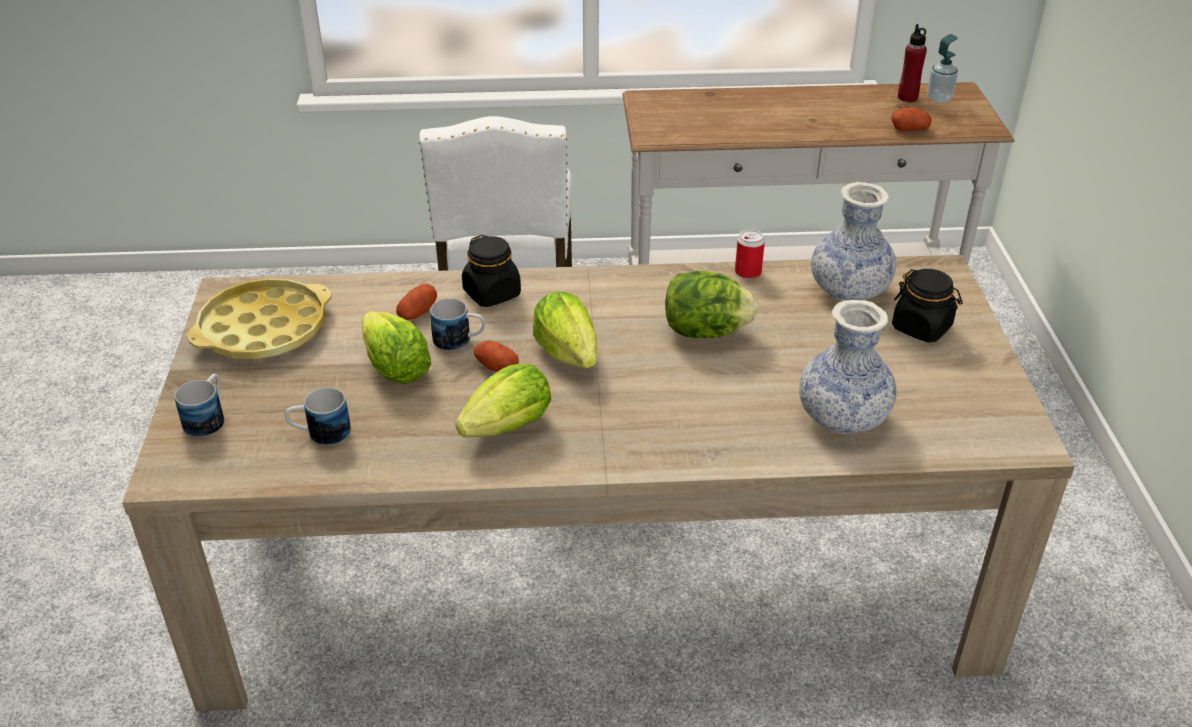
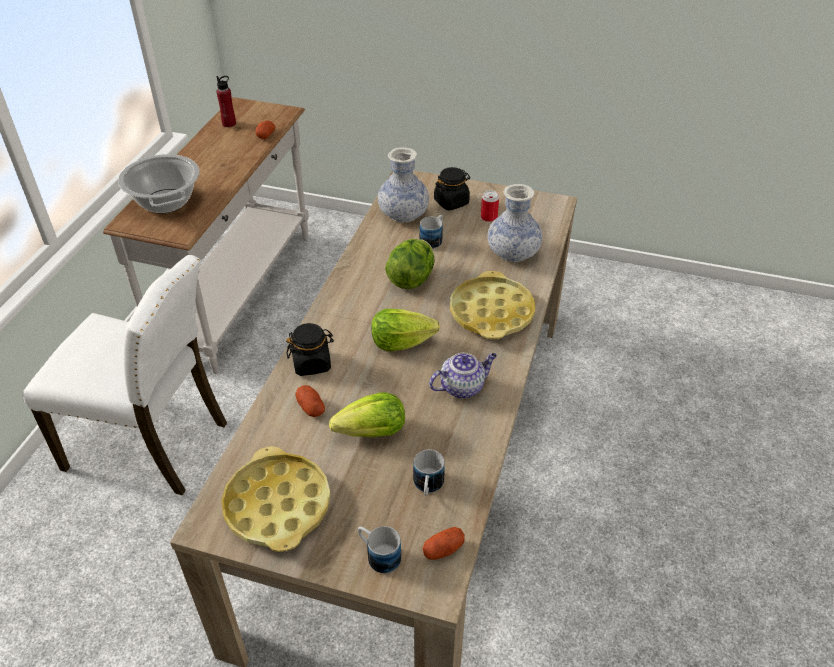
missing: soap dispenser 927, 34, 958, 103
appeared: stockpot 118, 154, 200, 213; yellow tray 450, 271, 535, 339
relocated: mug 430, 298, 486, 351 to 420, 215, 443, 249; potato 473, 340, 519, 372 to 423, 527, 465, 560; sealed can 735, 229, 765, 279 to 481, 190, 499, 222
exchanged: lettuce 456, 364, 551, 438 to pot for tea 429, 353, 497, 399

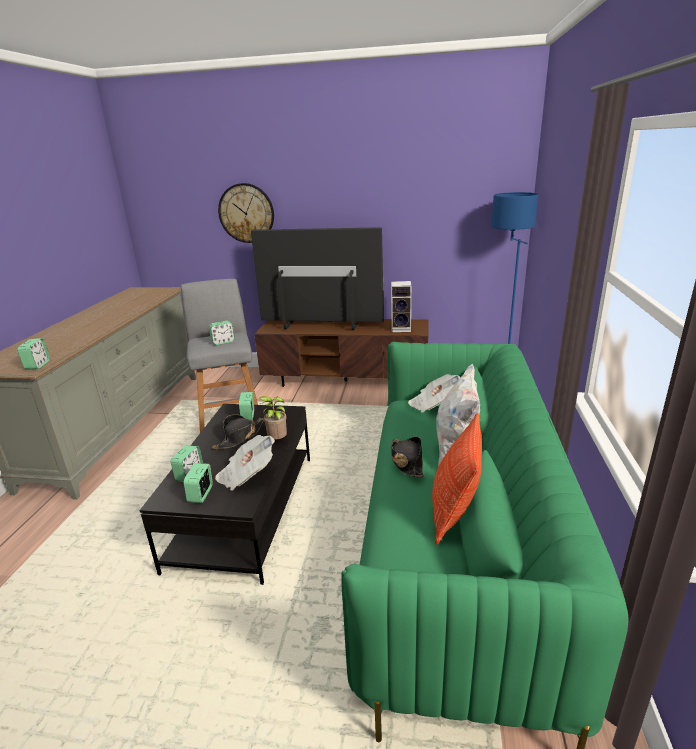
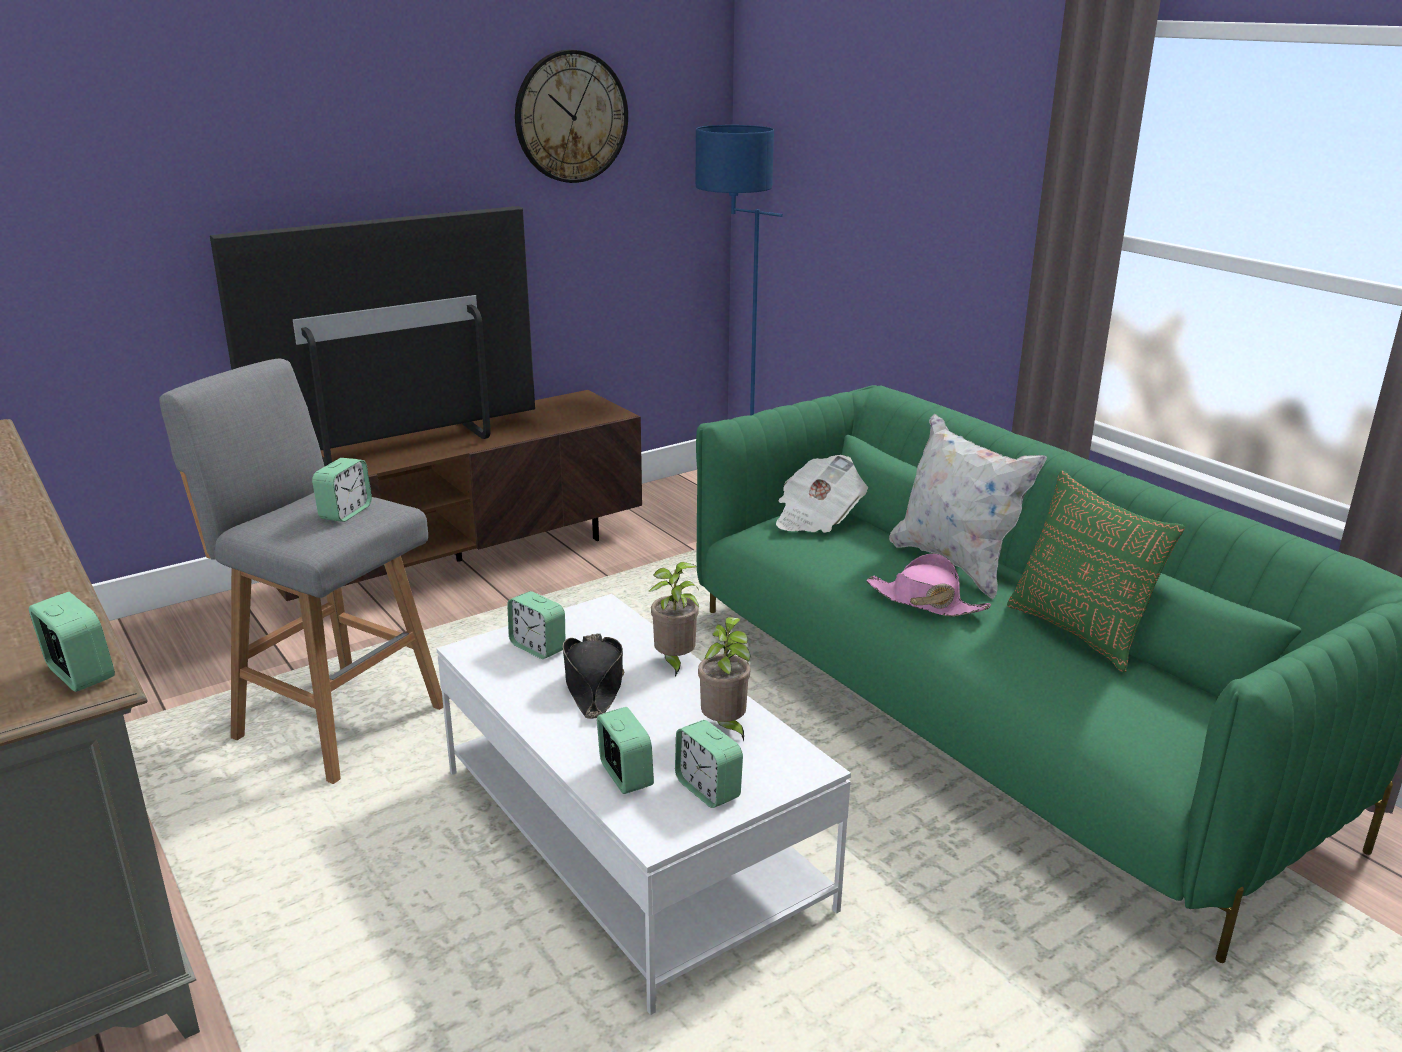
missing: loudspeaker 391, 281, 411, 332
relocated: clock on the wall 218, 183, 274, 243 to 515, 50, 628, 183
exchanged: daily paper 215, 435, 275, 490 to potted plant 698, 617, 751, 741
colour: black-coloured coffee table 139, 404, 310, 585 to white coffee table 436, 594, 851, 1015; black-coloured wearable hat 391, 437, 424, 478 to pink-coloured wearable hat 866, 553, 991, 617; orange pillow 432, 413, 482, 545 to greenish pillow 1007, 471, 1185, 672

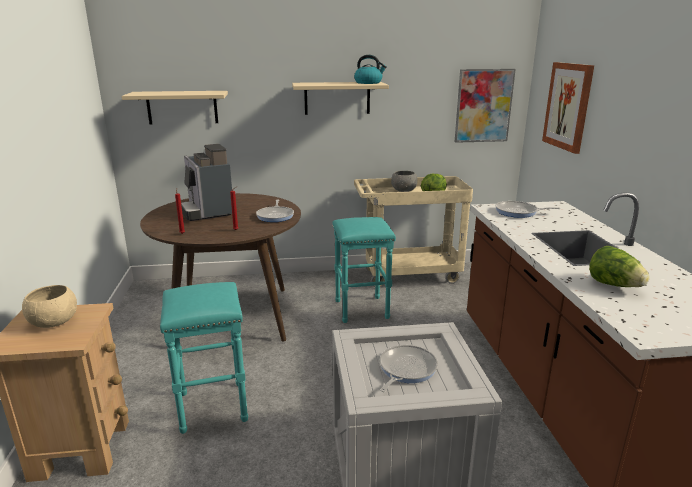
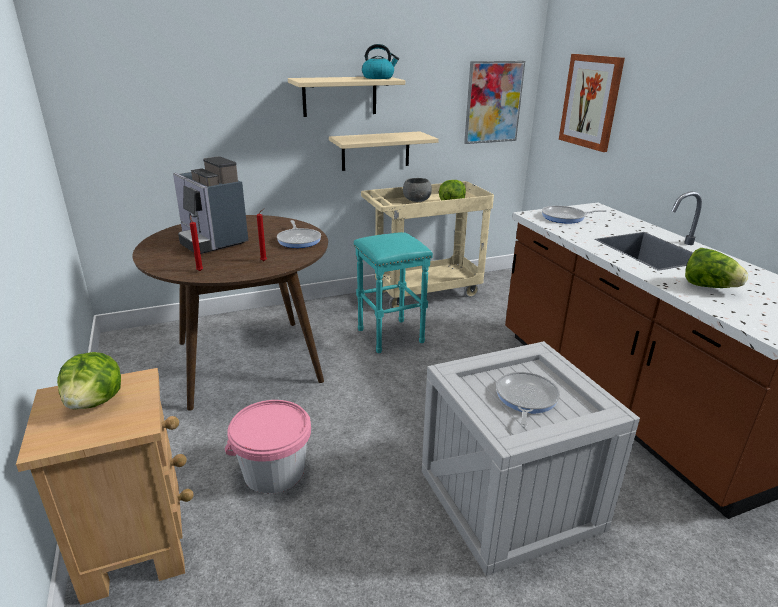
relocated: beige wall shelf 121, 91, 228, 125 to 329, 131, 439, 171
exchanged: beige serving bowl 22, 285, 77, 328 to lettuce 57, 352, 121, 410; blue-green stool 160, 282, 248, 434 to pink-coloured water bucket 225, 400, 311, 494

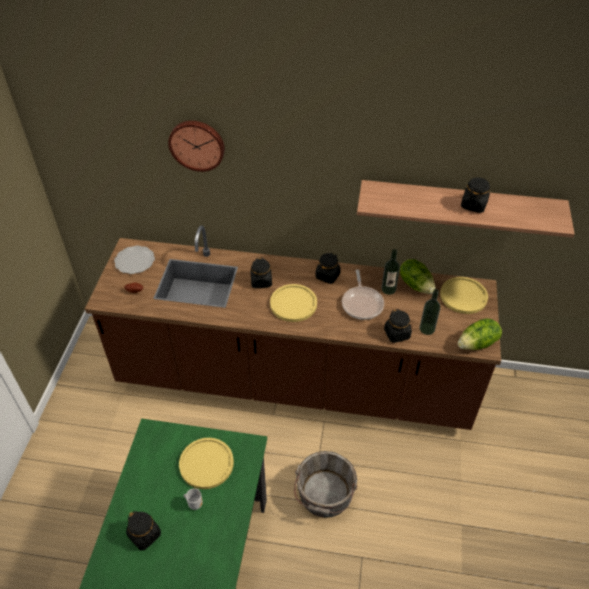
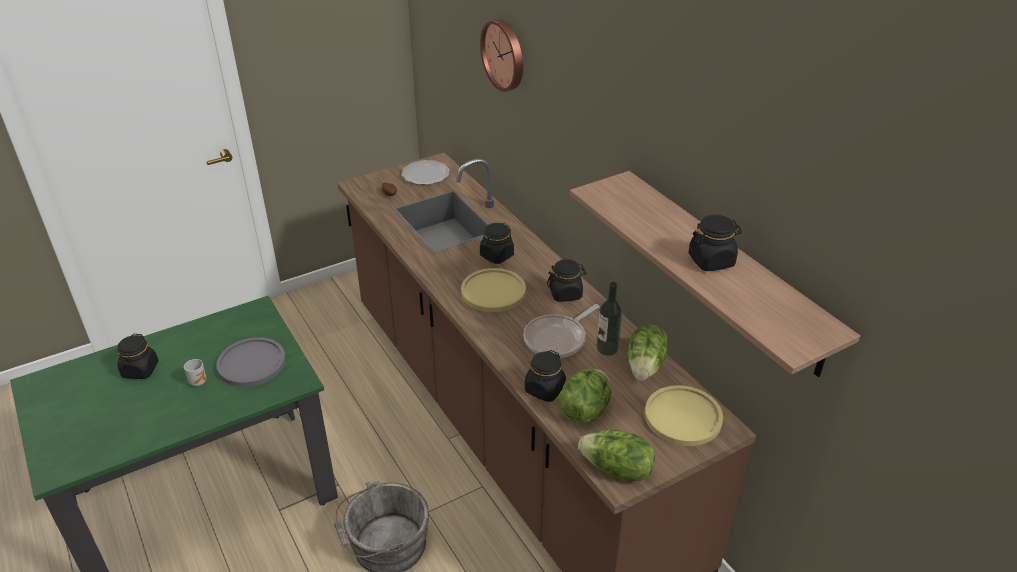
exchanged: bottle 420, 289, 440, 335 to lettuce 557, 369, 611, 424
colour: yellow flat dish 179, 438, 234, 489 to grey flat dish 216, 337, 286, 387

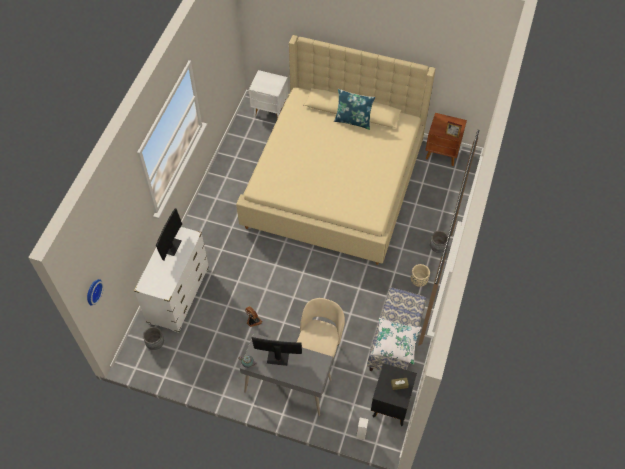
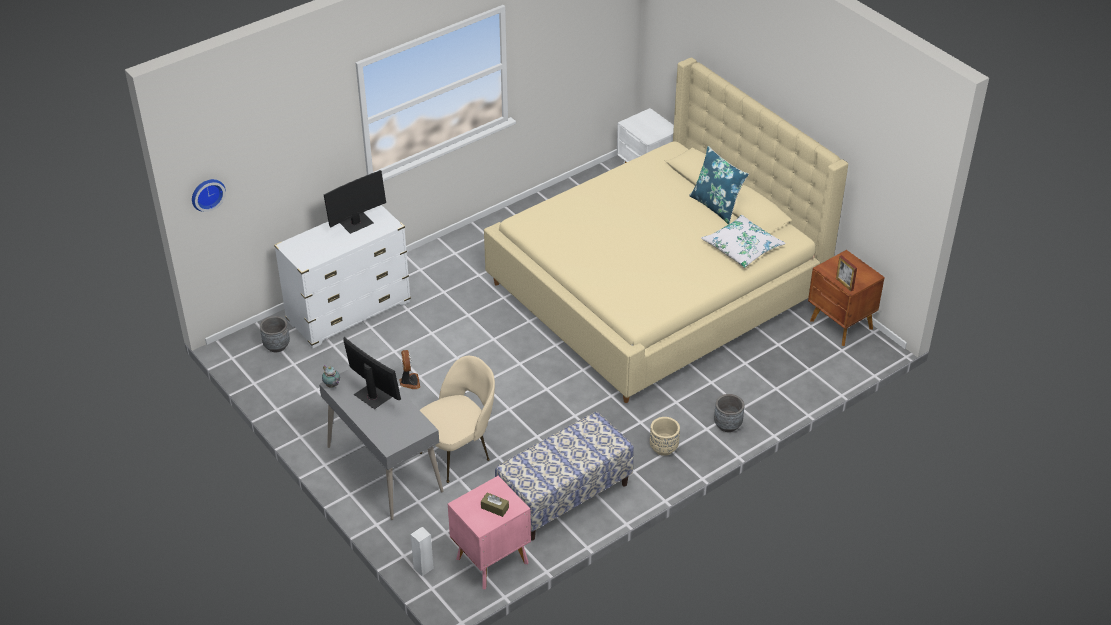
relocated: white pillow 371, 318, 422, 364 to 701, 215, 786, 268
colour: black-coloured night table 371, 363, 417, 426 to pink-coloured night table 448, 476, 531, 589

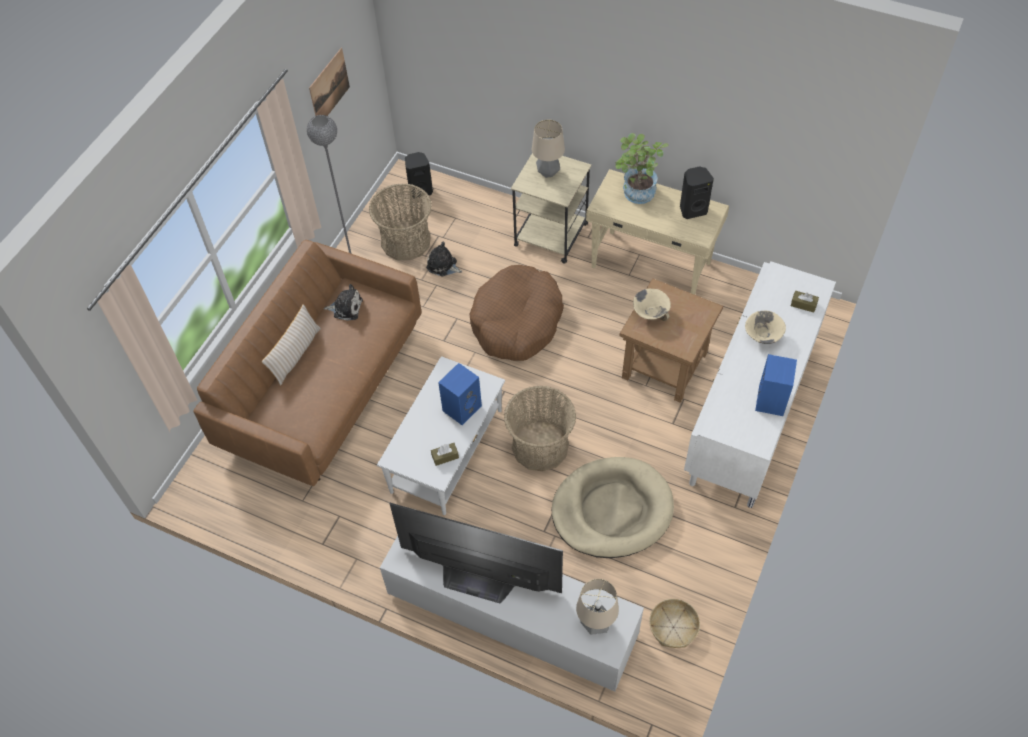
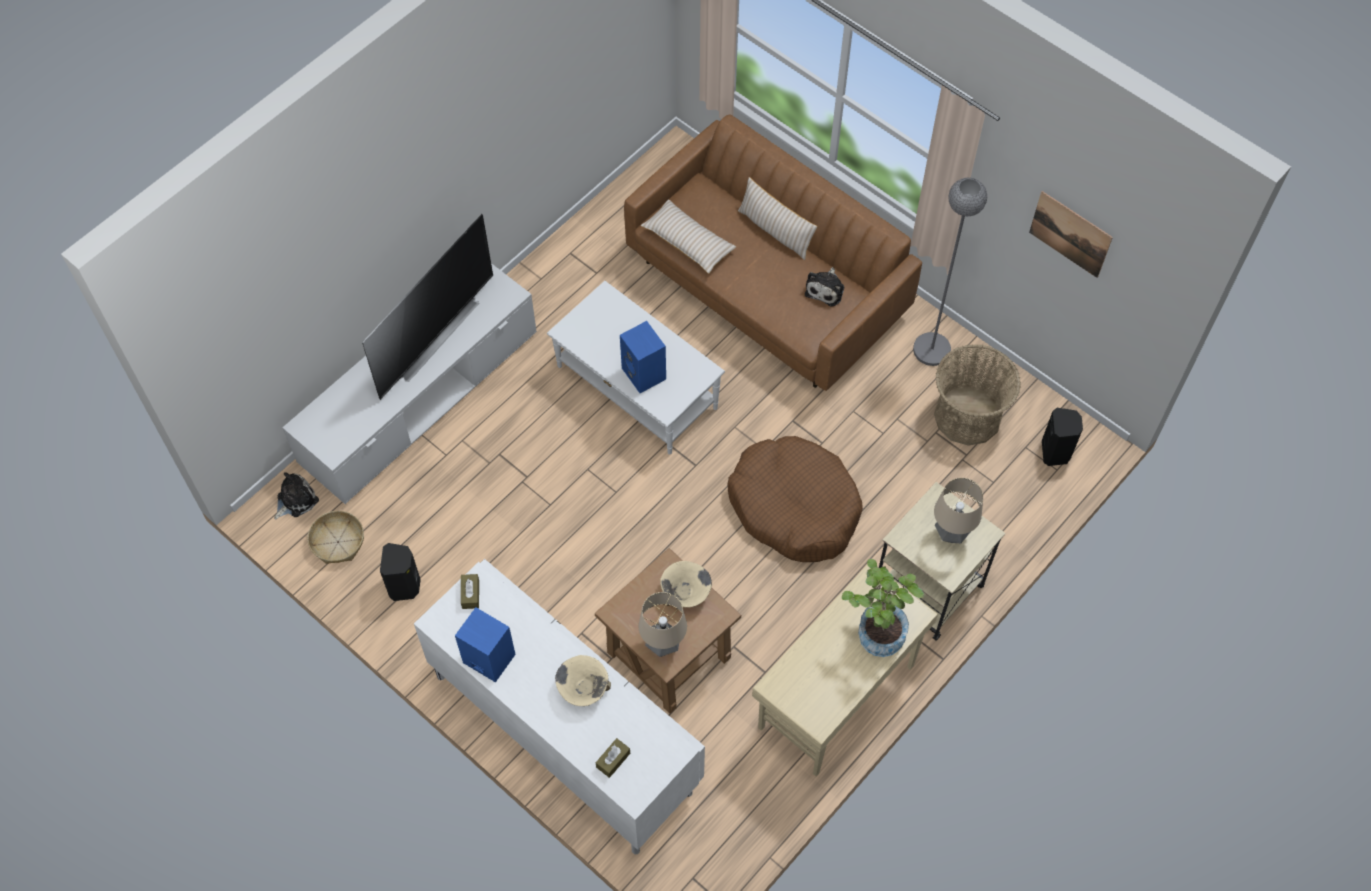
missing: storage basket 504, 386, 576, 471; beige dog bed 552, 457, 674, 558
appeared: beige pillow 640, 199, 736, 274
relocated: cuddly toy 426, 242, 462, 277 to 274, 472, 319, 519; black-coloured loudspeaker 680, 166, 714, 219 to 380, 543, 421, 601; brown-coloured tissue holder 431, 443, 459, 466 to 461, 574, 479, 609; tabletop lamp 576, 579, 619, 635 to 639, 592, 687, 657

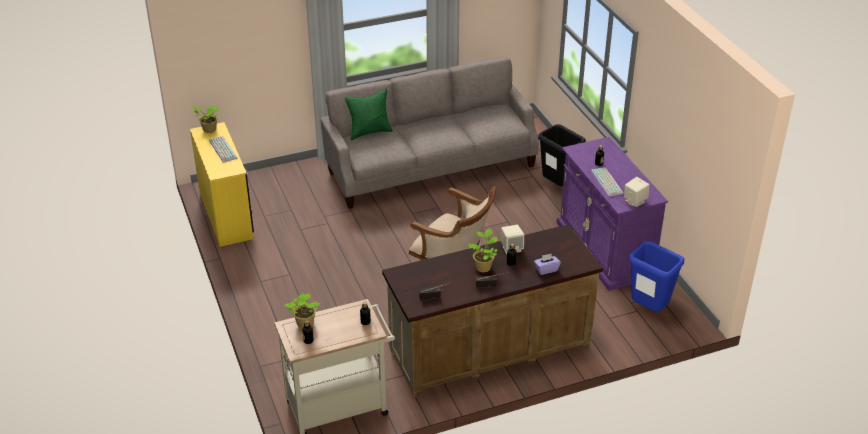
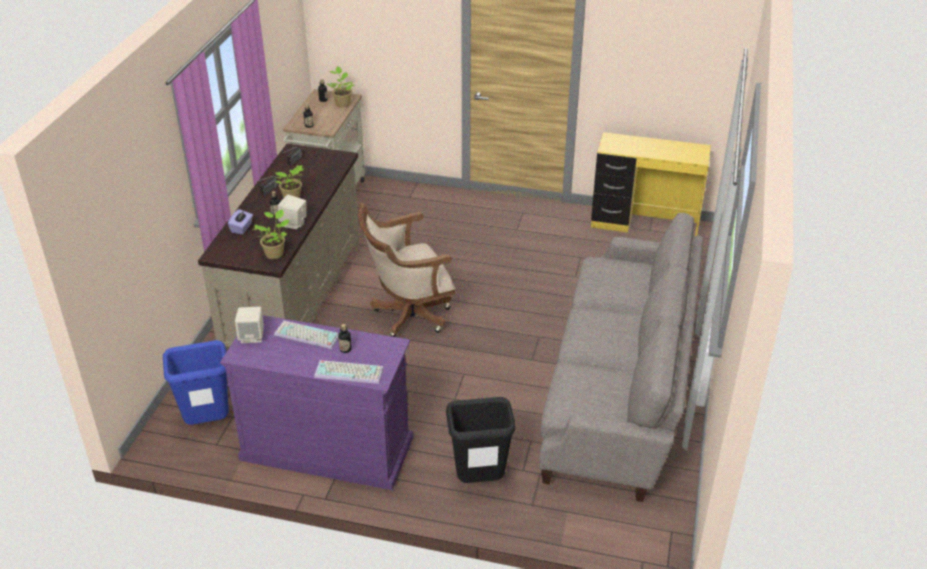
missing: greenish pillow 345, 89, 393, 140
relocated: potted plant 190, 105, 219, 133 to 252, 209, 289, 259; computer keyboard 209, 136, 238, 162 to 314, 360, 384, 384

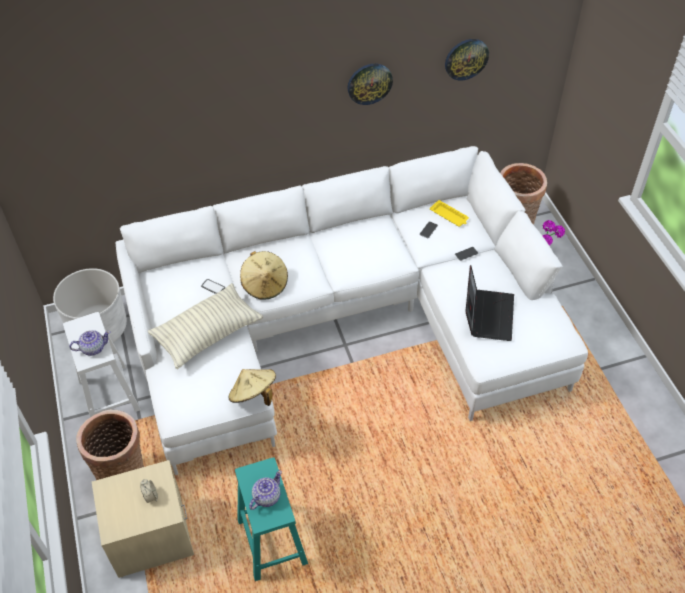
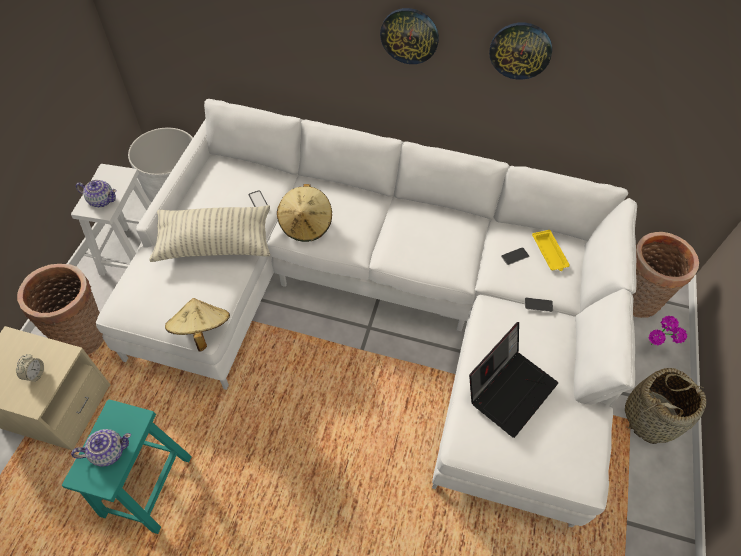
appeared: storage basket 625, 368, 706, 444
relocated: clock on the wall 445, 39, 489, 80 to 380, 8, 439, 64

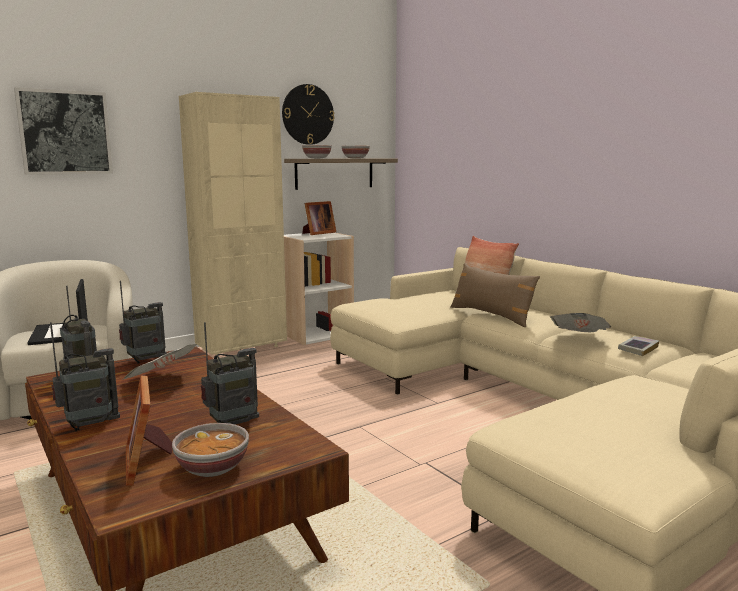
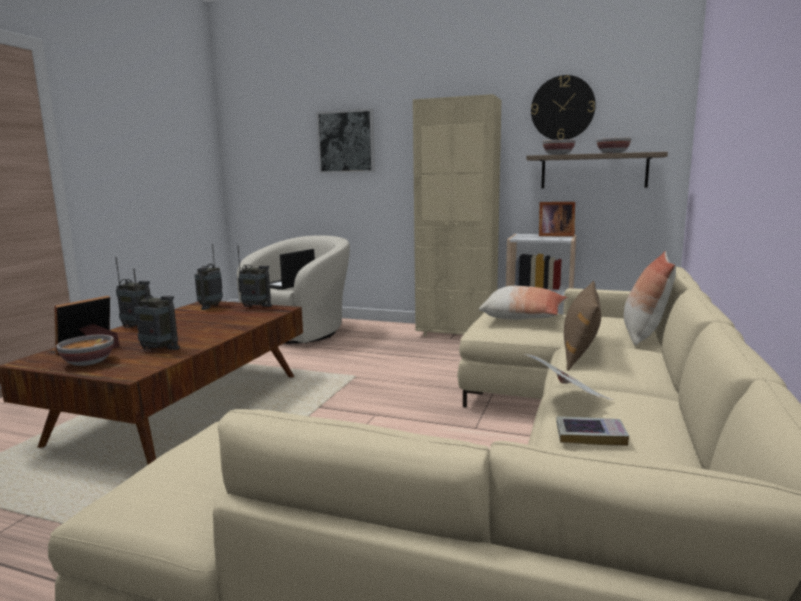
missing: daily paper 122, 344, 197, 380
appeared: pillow 479, 286, 568, 320

